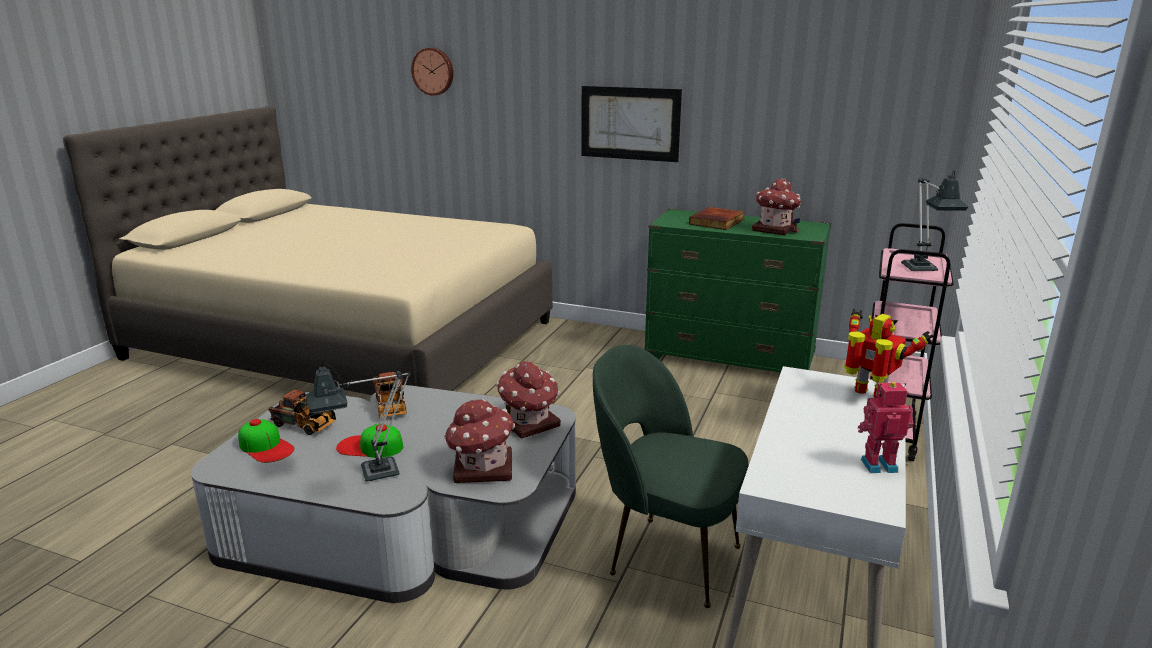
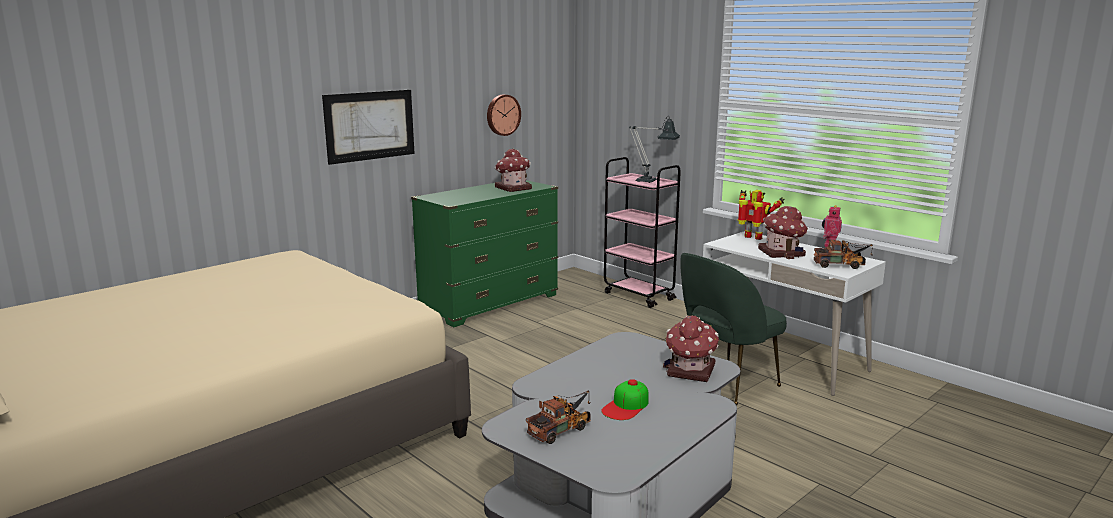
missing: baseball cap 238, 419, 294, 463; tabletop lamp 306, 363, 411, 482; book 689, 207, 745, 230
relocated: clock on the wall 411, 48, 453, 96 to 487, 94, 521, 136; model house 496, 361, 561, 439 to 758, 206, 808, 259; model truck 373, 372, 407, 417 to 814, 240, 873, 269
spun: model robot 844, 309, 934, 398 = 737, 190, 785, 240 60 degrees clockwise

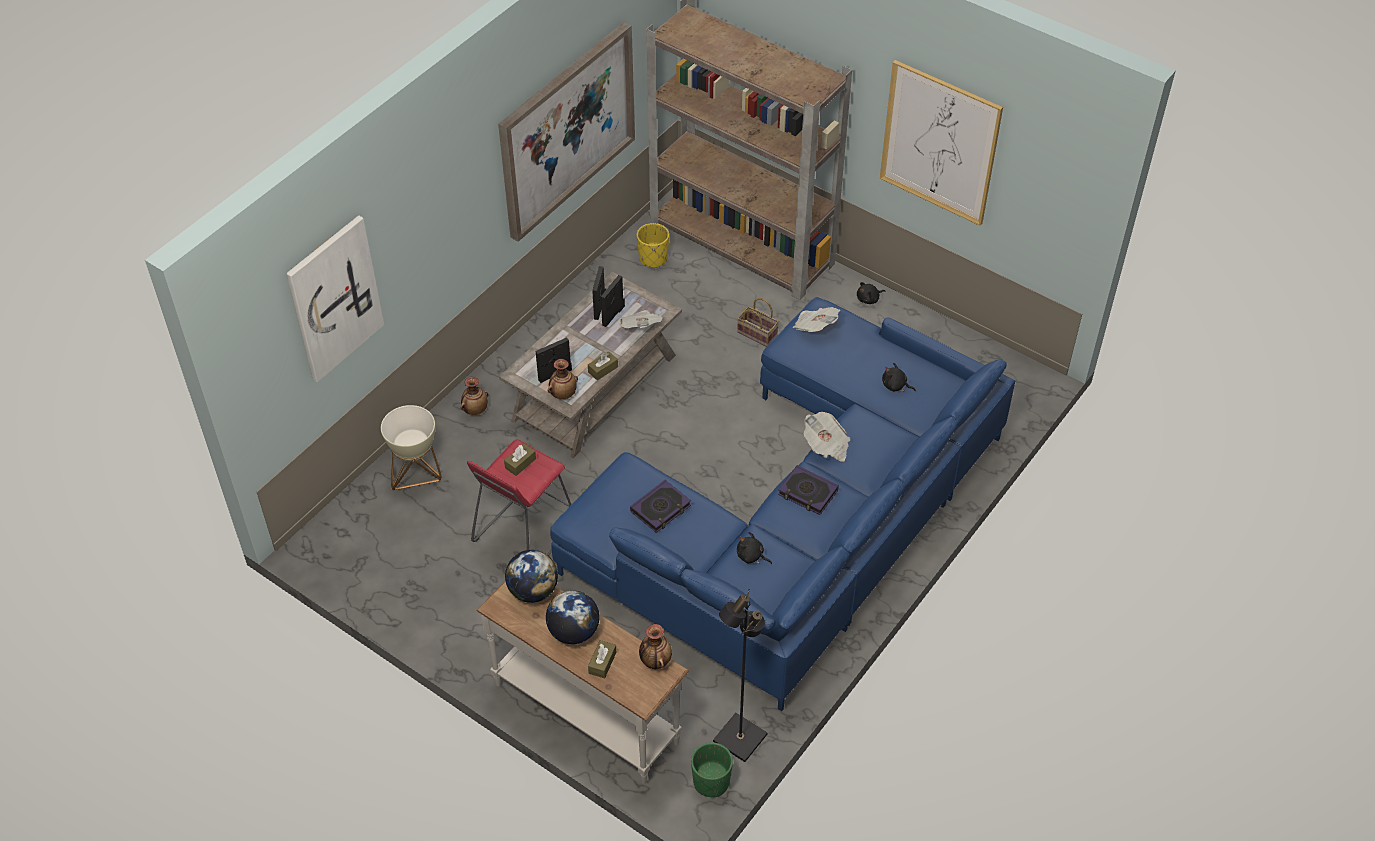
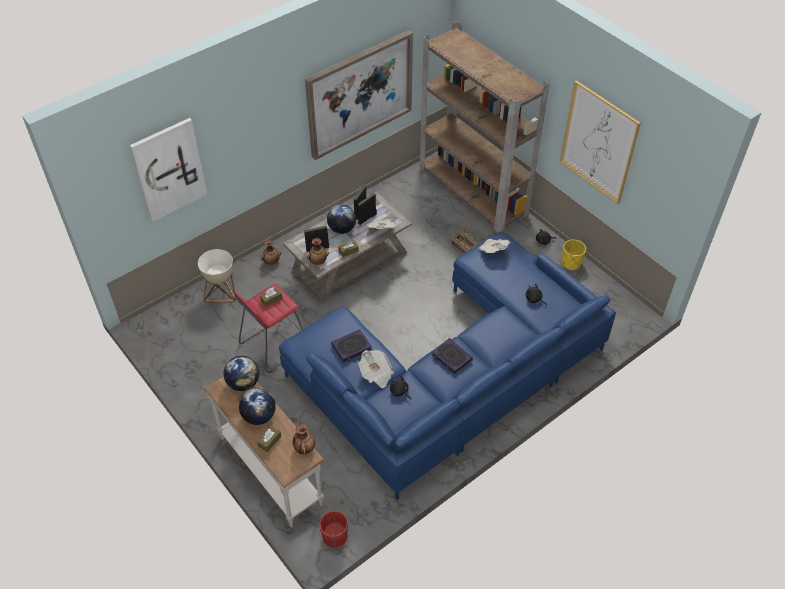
missing: black-coloured standing lamp 713, 589, 768, 762
appeared: world globe 327, 204, 356, 234
relocated: daily paper 804, 412, 850, 462 to 358, 350, 394, 388; yellow planter 637, 223, 669, 268 to 562, 240, 586, 270
colour: greenish planter 691, 742, 733, 797 to red-coloured planter 319, 510, 348, 548

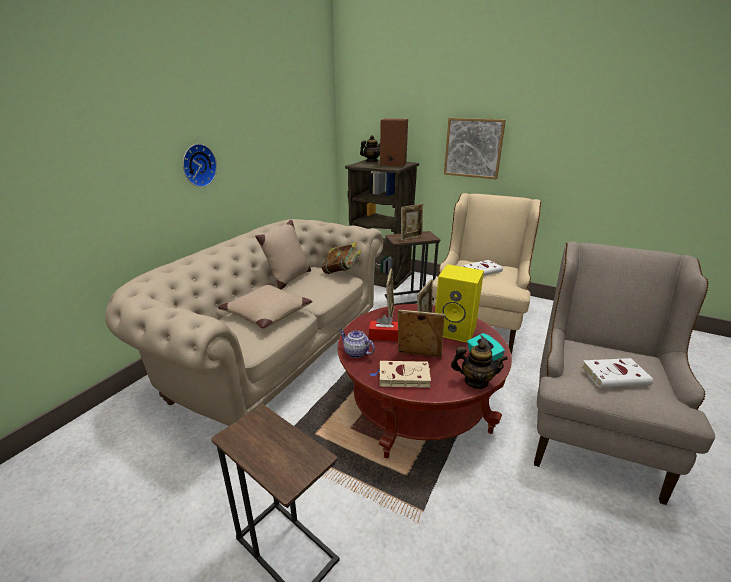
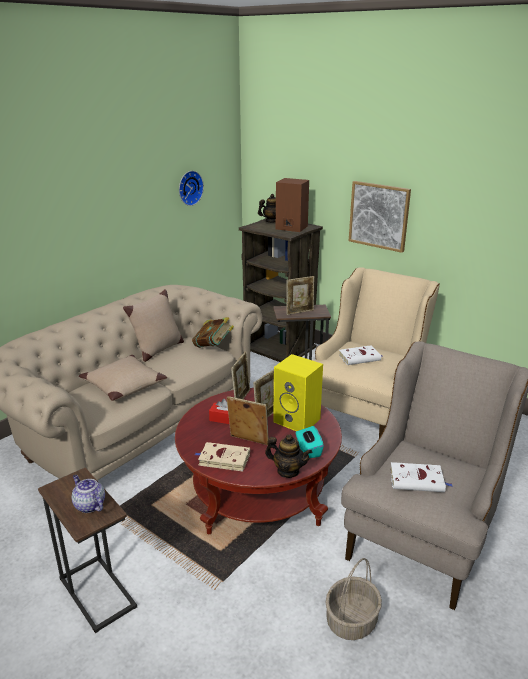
appeared: storage basket 325, 558, 382, 640
relocated: pot for tea 339, 330, 375, 358 to 72, 475, 105, 513; clock on the wall 183, 144, 217, 187 to 179, 171, 204, 206

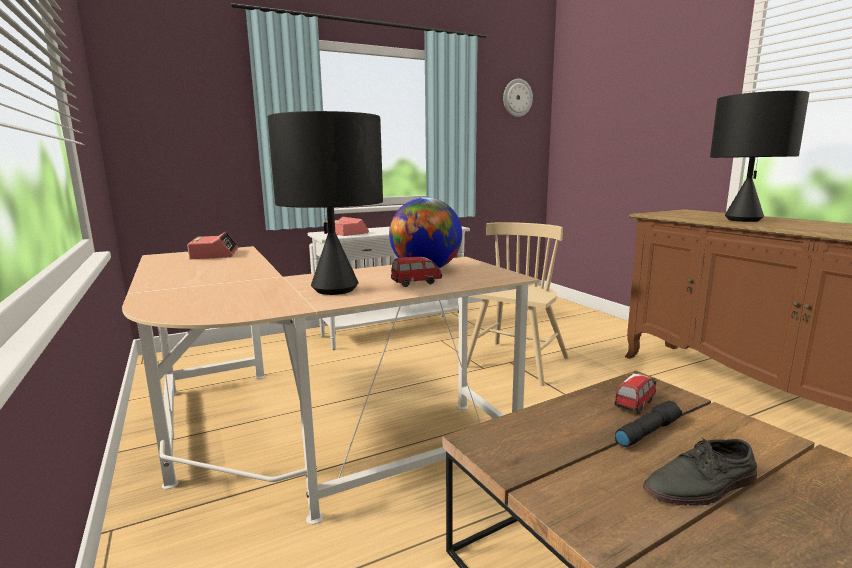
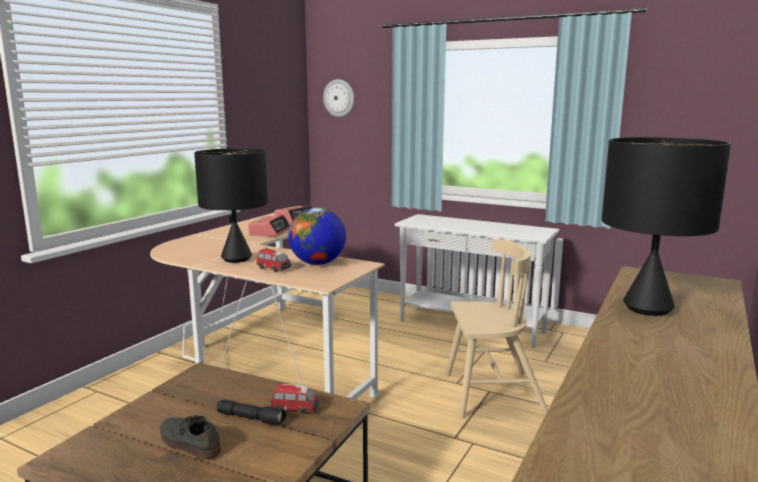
relocated: bedside clock 325, 217, 369, 236 to 248, 215, 290, 237; clock on the wall 503, 79, 533, 117 to 323, 79, 354, 117

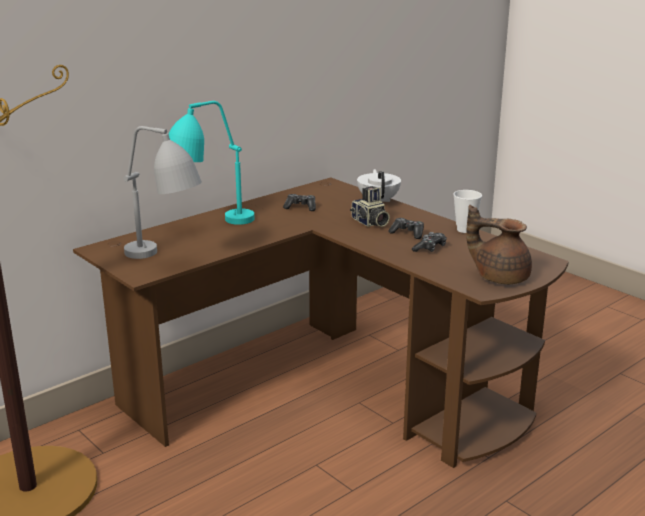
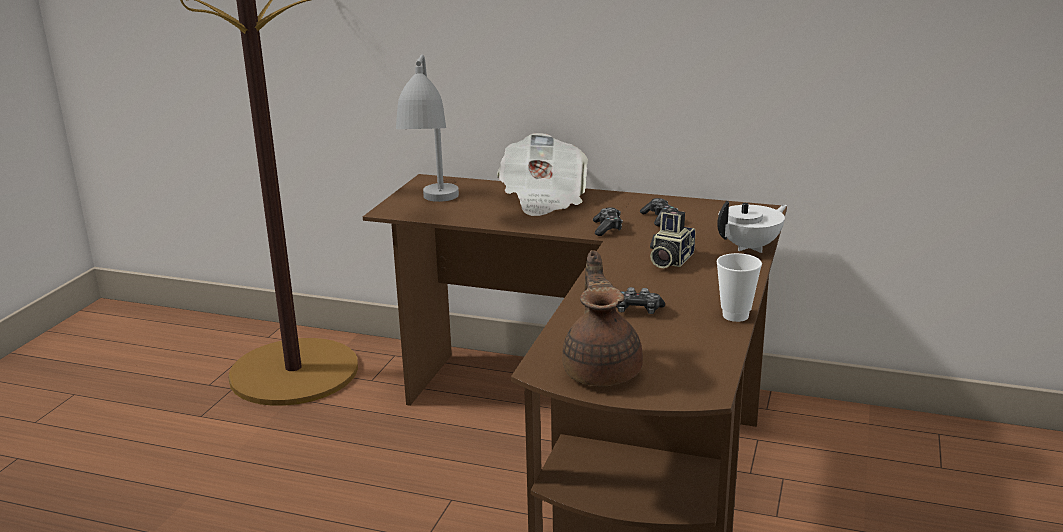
relocated: game controller 388, 218, 424, 239 to 593, 207, 623, 236
exchanged: blue-green tabletop lamp 169, 101, 254, 225 to daily paper 497, 133, 588, 216

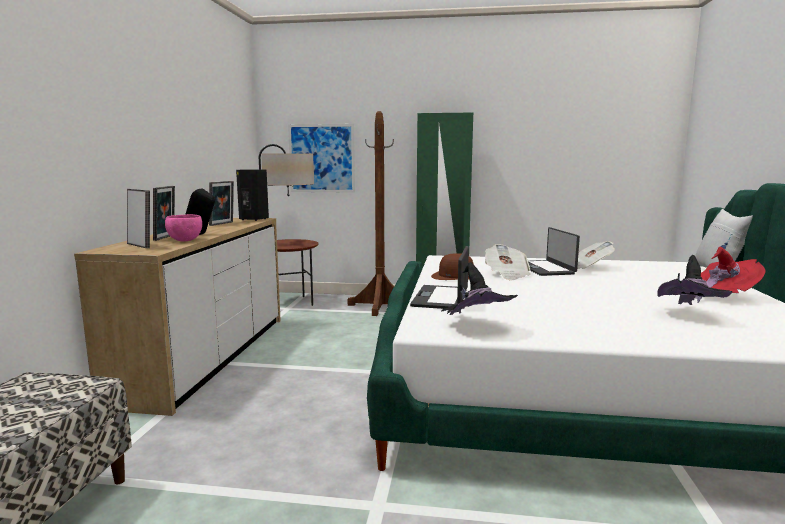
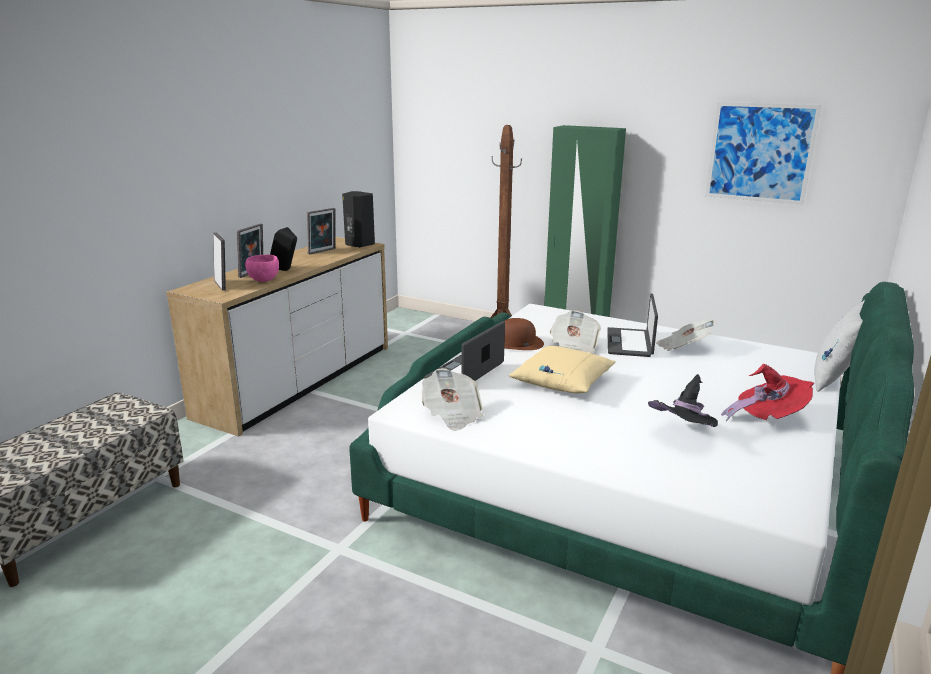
missing: standing lamp 259, 144, 318, 306
appeared: beige pillow 509, 346, 616, 393
relocated: picture 288, 124, 355, 193 to 705, 102, 821, 205
exchanged: black-coloured wearable hat 441, 262, 518, 315 to daily paper 422, 368, 483, 431

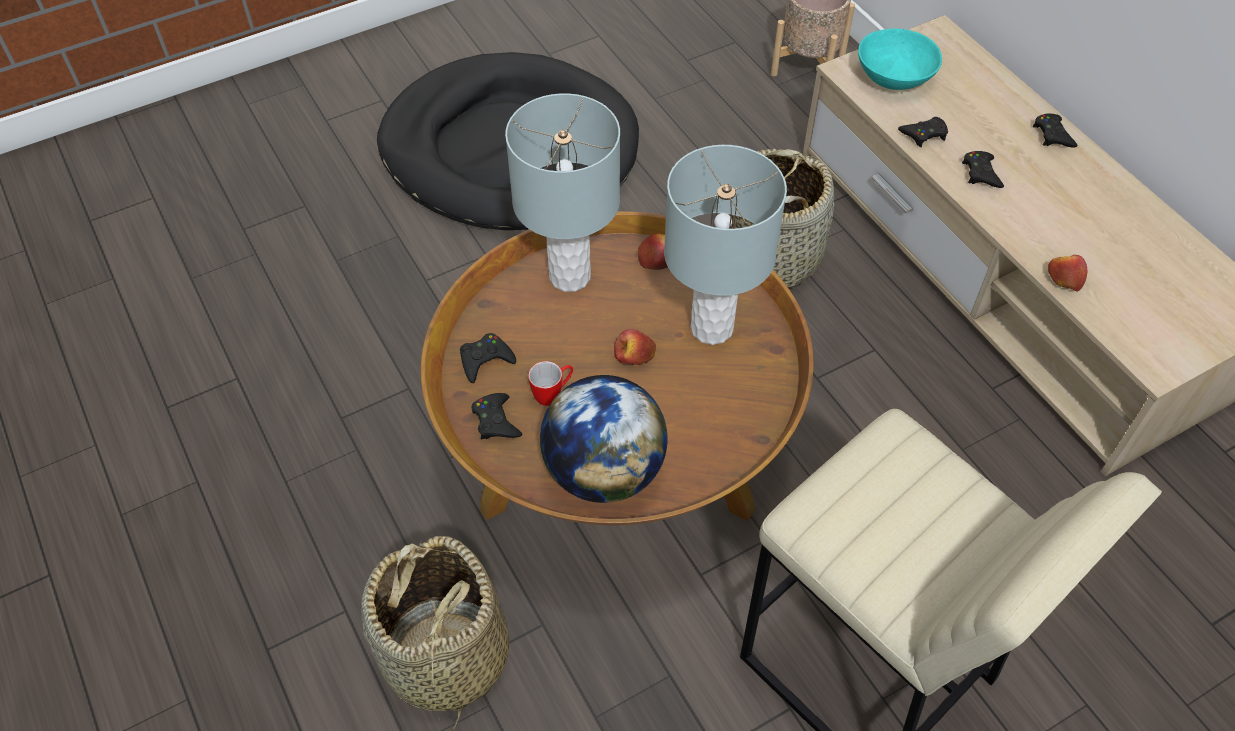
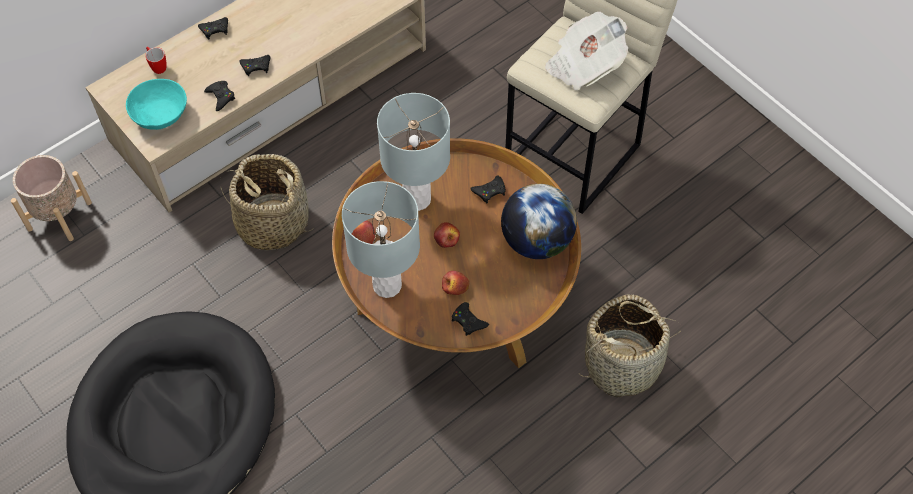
appeared: daily paper 545, 12, 628, 91
relocated: mug 528, 361, 573, 406 to 145, 47, 167, 74; apple fruit 1048, 255, 1087, 292 to 442, 271, 470, 295; black-coloured game controller 472, 393, 522, 439 to 470, 176, 506, 204

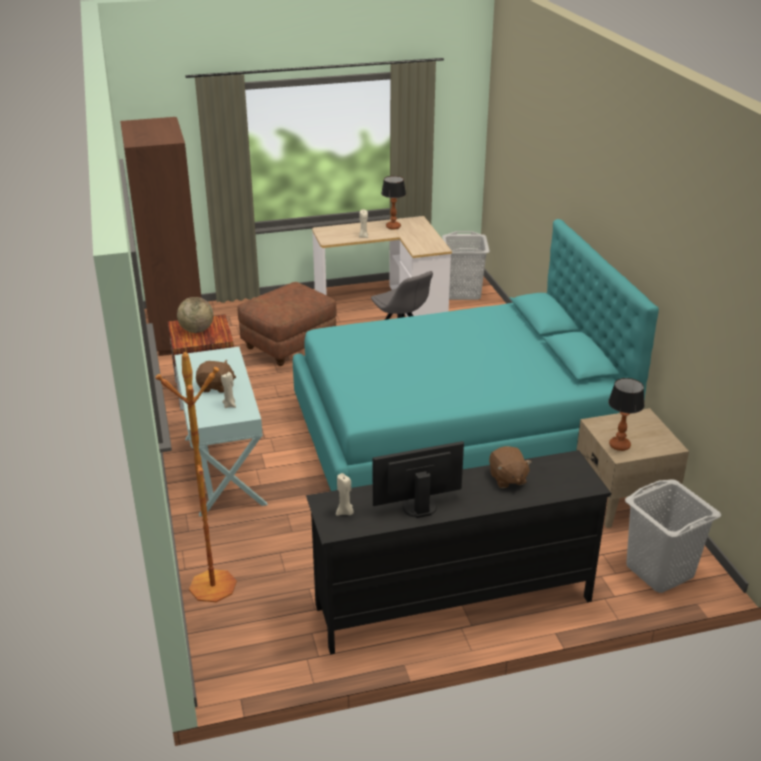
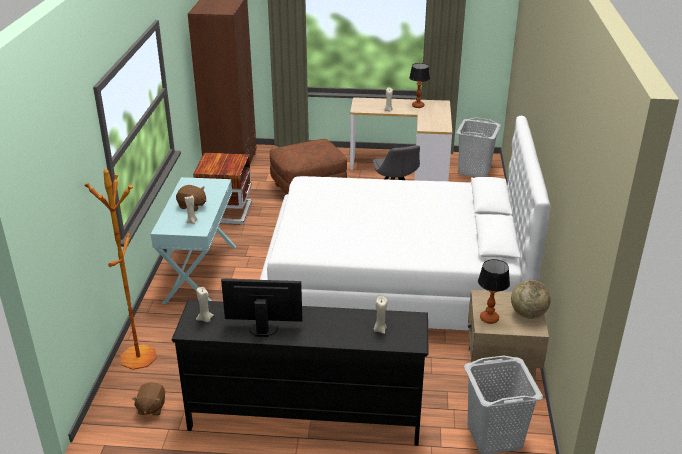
appeared: beige wax light 374, 296, 387, 334
relocated: brown-coloured cuddly toy 489, 446, 532, 488 to 132, 382, 165, 416; world globe 177, 297, 213, 333 to 511, 280, 551, 319
colour: blue-green sleeping bed 293, 219, 659, 491 to white sleeping bed 260, 116, 551, 331

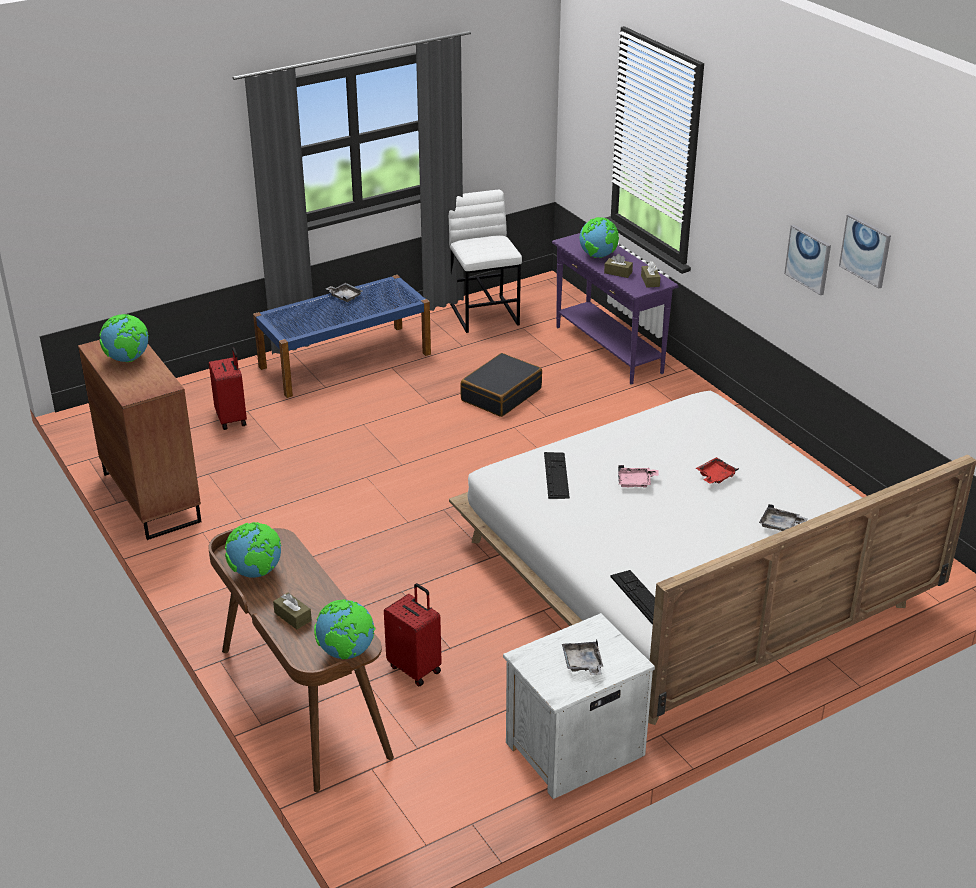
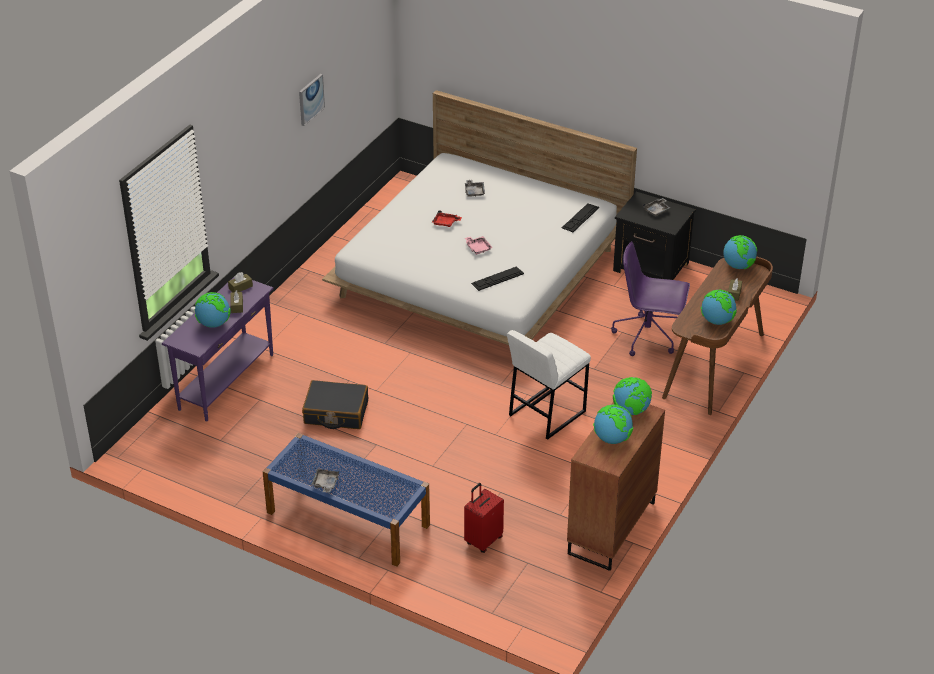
missing: picture 784, 224, 831, 295
appeared: world globe 613, 377, 652, 415
relocated: white plain chair 448, 190, 522, 333 to 507, 330, 591, 440
exchanged: red-coloured travel case 384, 583, 442, 686 to purplish computer chair 611, 241, 690, 356
colour: white night table 503, 613, 655, 799 to black-coloured night table 613, 192, 696, 280

